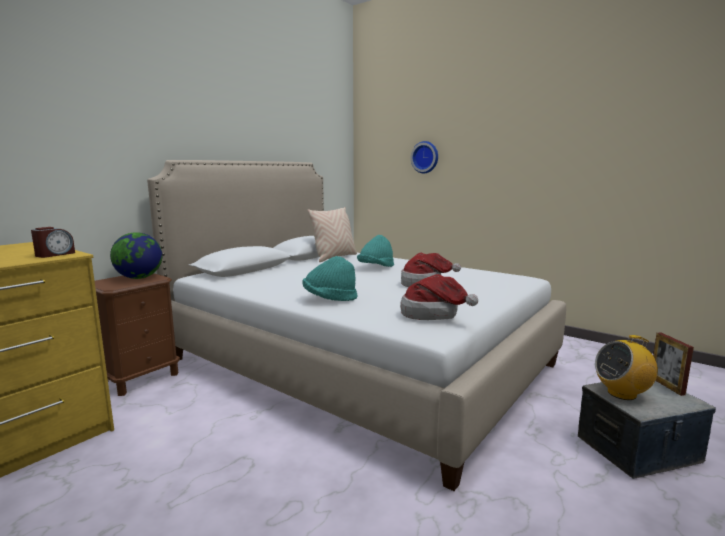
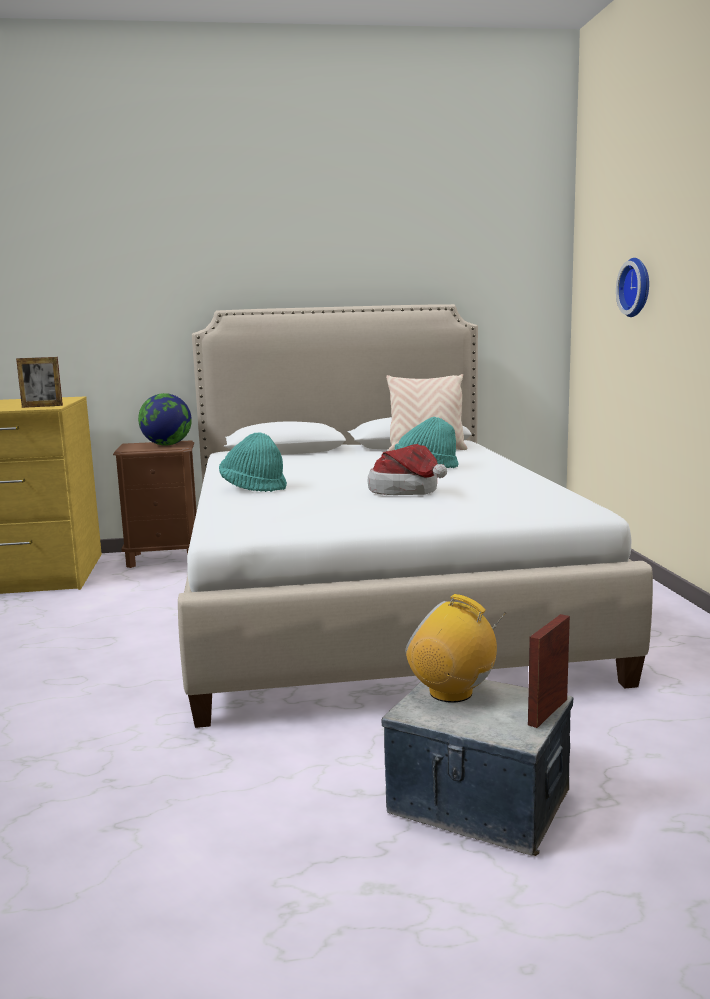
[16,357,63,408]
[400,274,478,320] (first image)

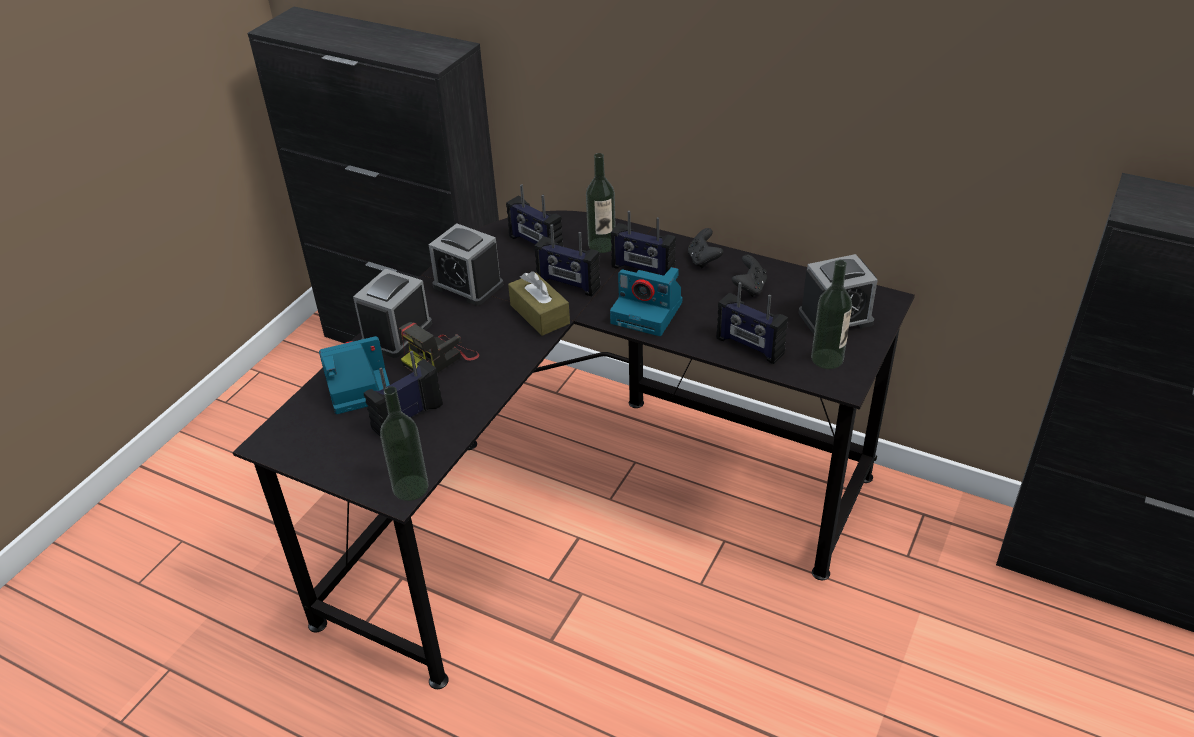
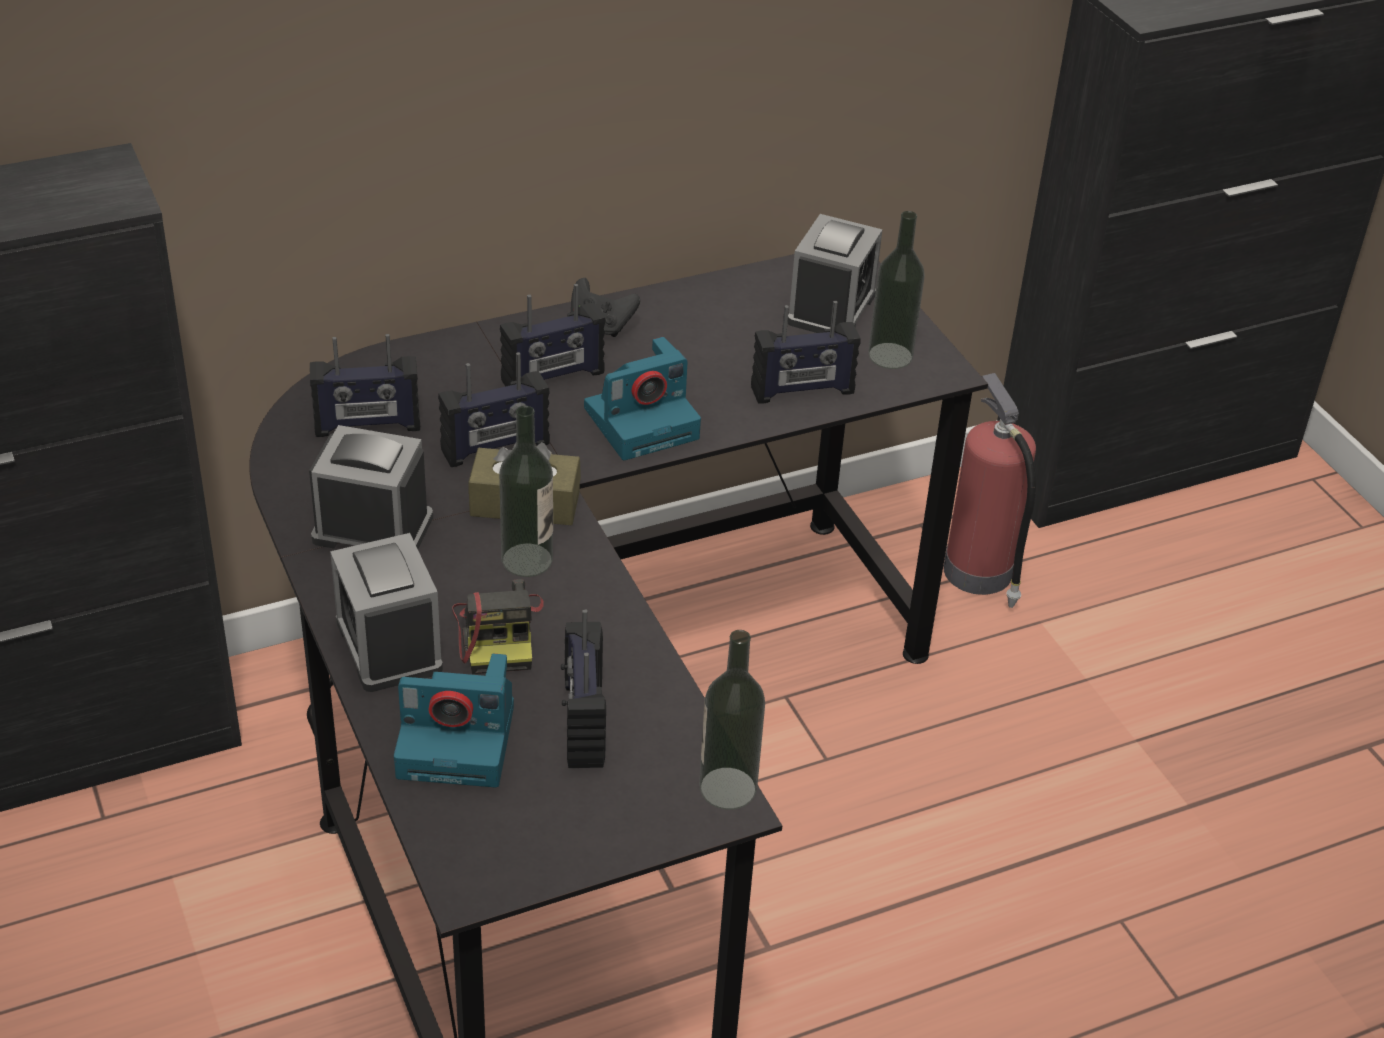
[499,406,553,577]
[309,425,433,549]
[732,255,767,297] (first image)
[394,654,514,787]
[943,373,1036,608]

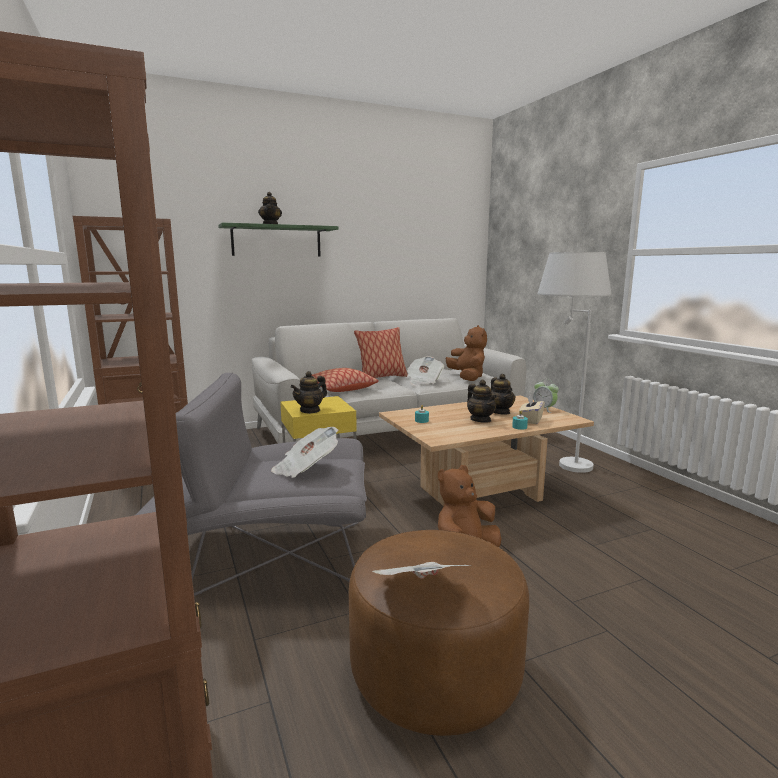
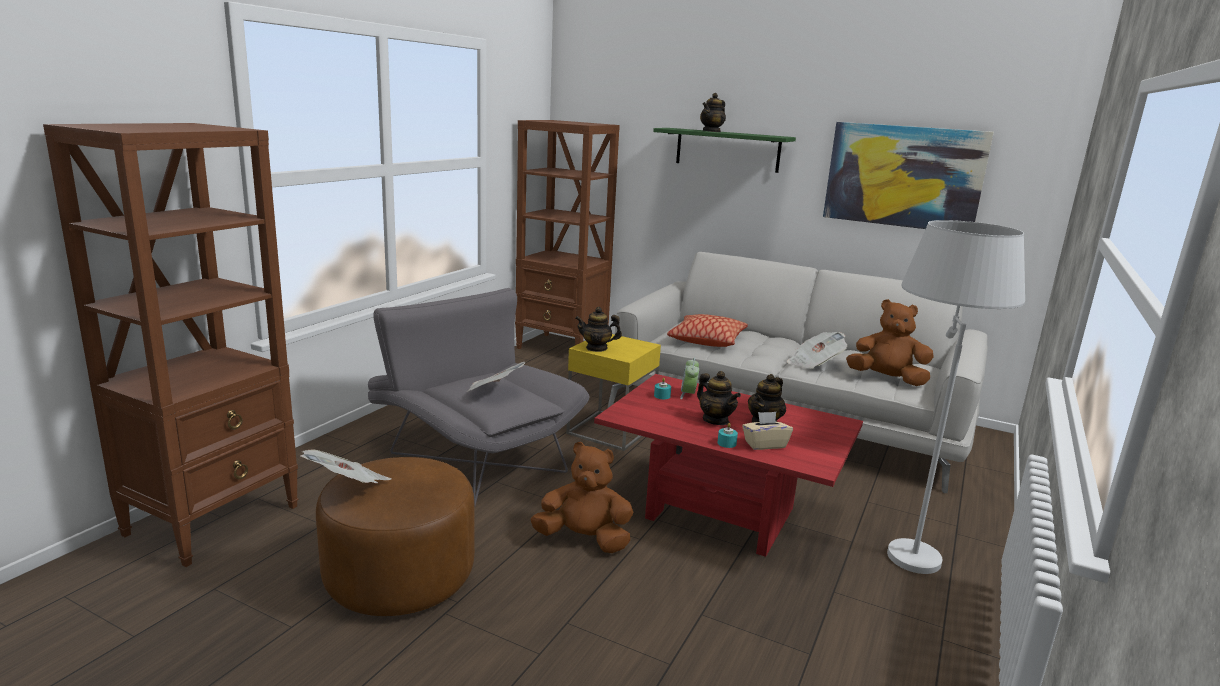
[846,299,934,386]
[354,327,408,378] (first image)
[680,357,699,399]
[697,371,741,425]
[594,374,863,557]
[823,122,994,229]

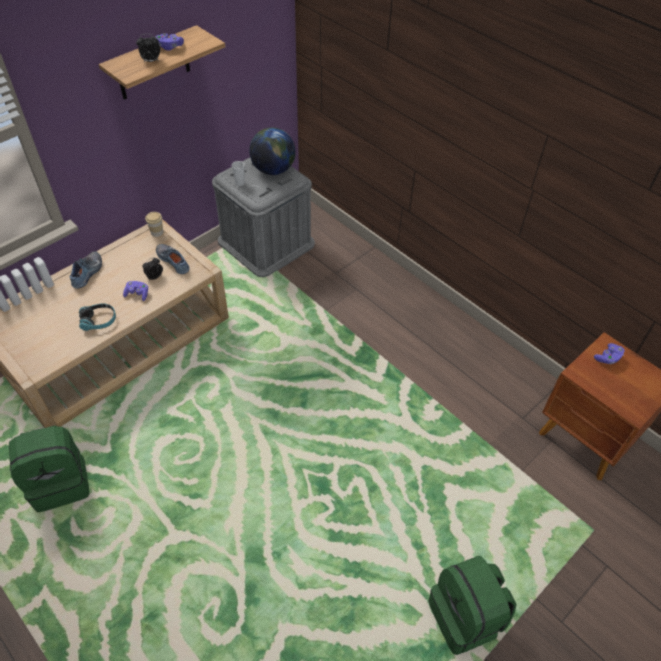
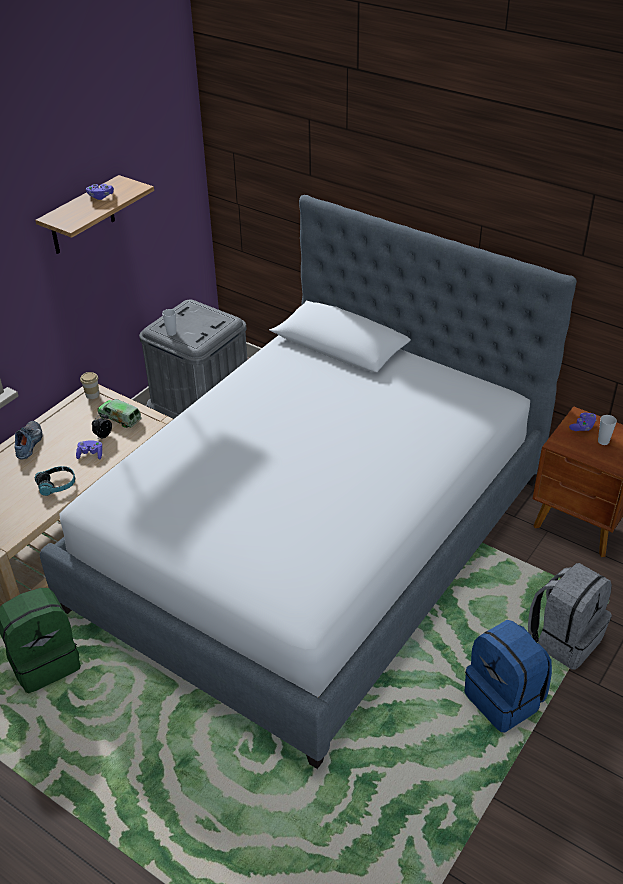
[136,34,160,62] (first image)
[249,128,296,175] (first image)
[97,399,142,428]
[464,620,552,732]
[40,195,577,769]
[598,415,617,445]
[528,563,612,670]

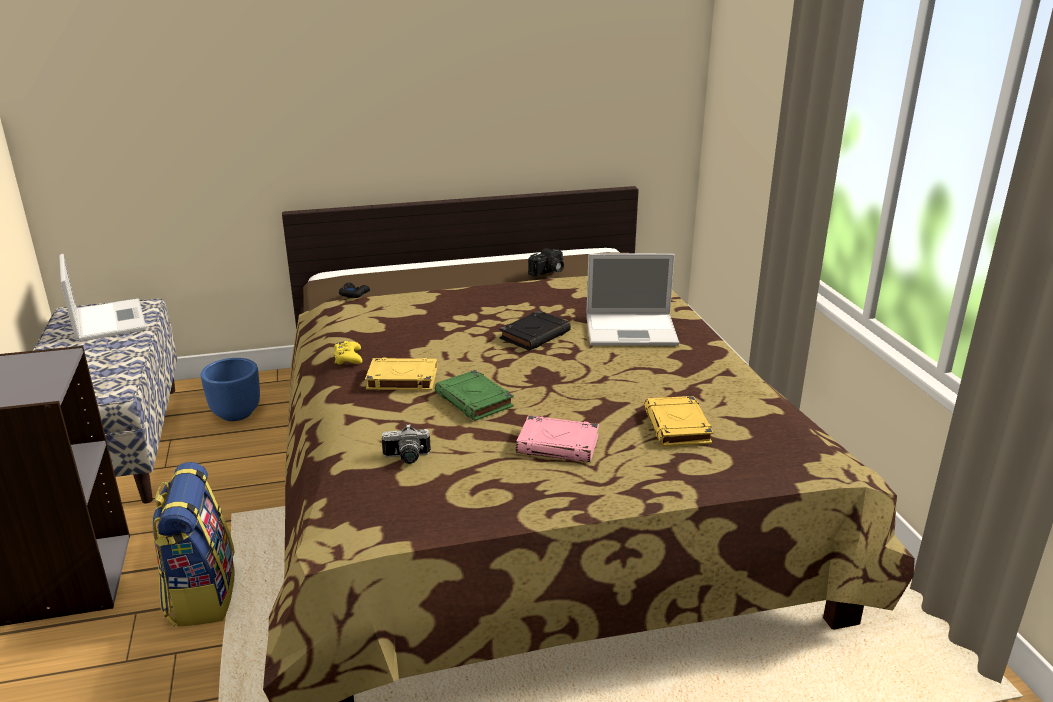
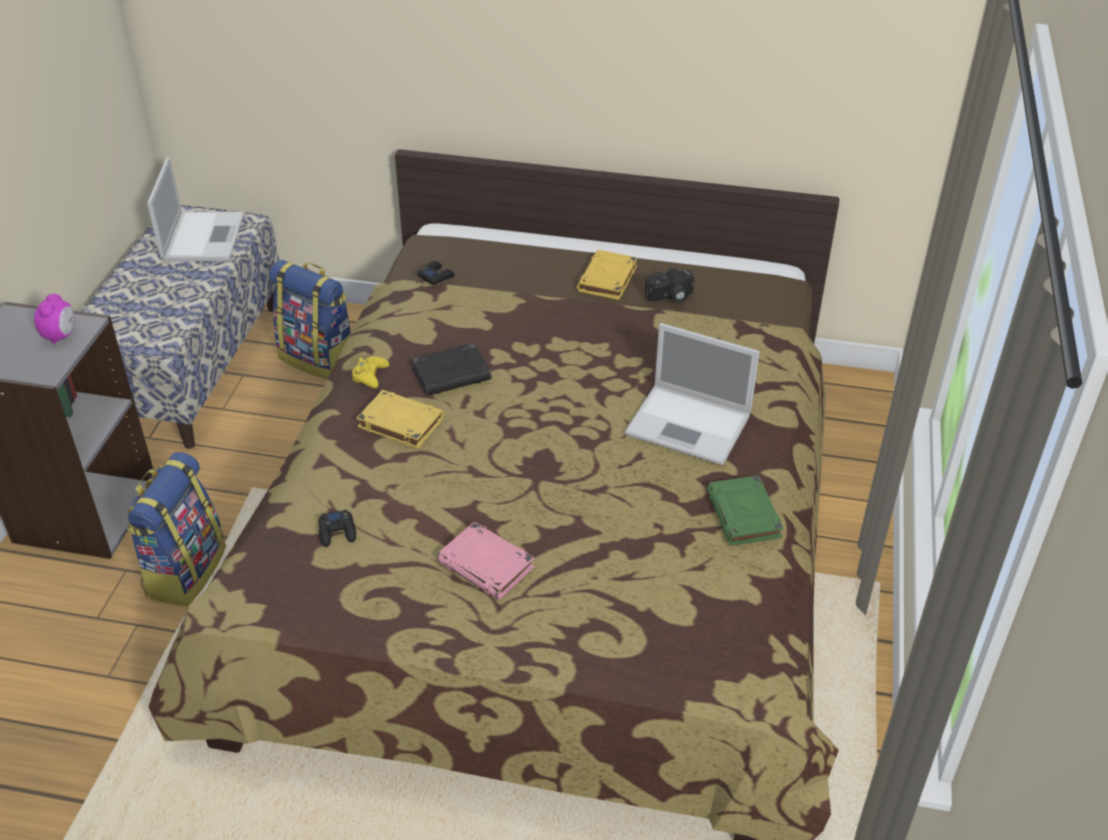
[411,343,492,396]
[269,260,351,380]
[706,475,784,546]
[577,250,637,300]
[319,510,356,547]
[34,294,75,344]

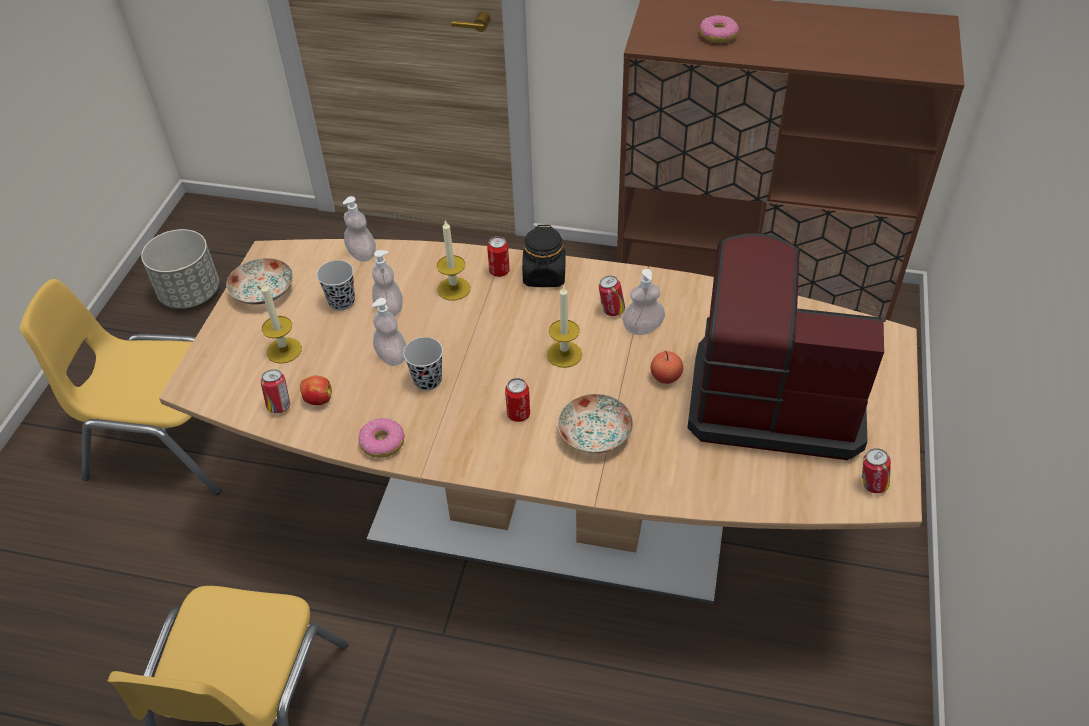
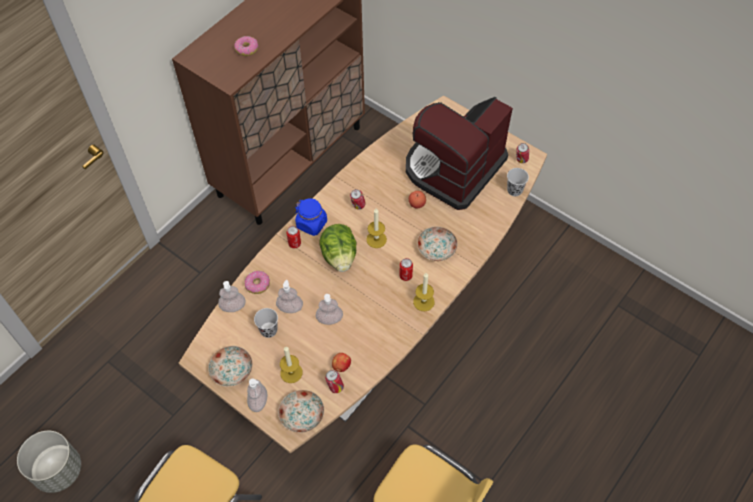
[413,273,434,311]
[295,198,327,236]
[247,379,267,412]
[507,168,529,196]
[245,271,270,294]
[319,224,357,272]
[278,390,324,433]

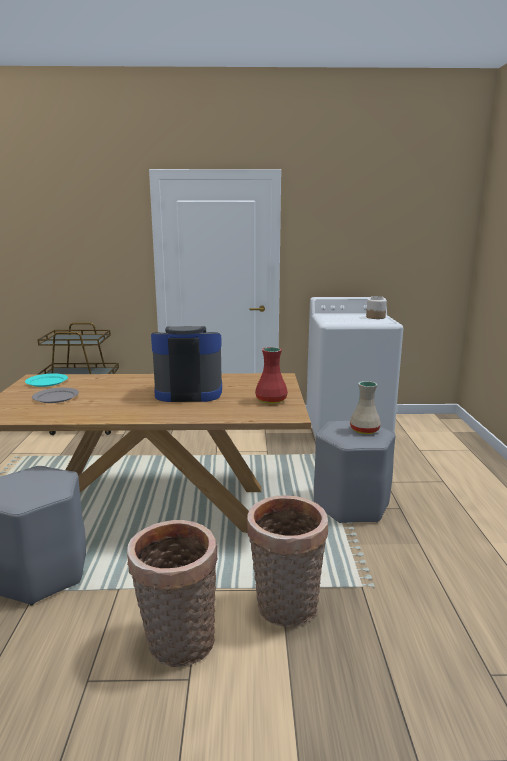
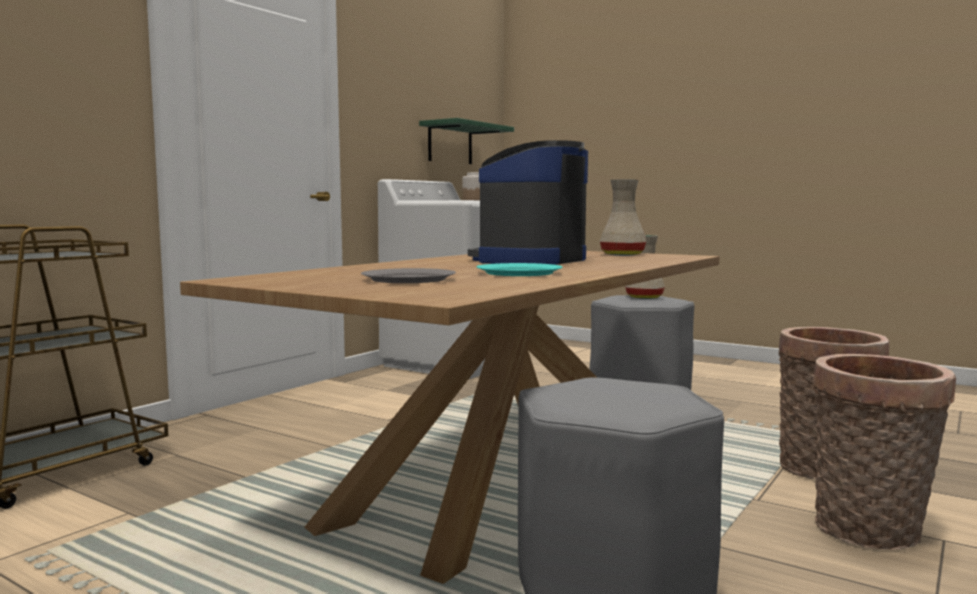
[600,179,646,256]
[477,263,563,276]
[419,118,514,164]

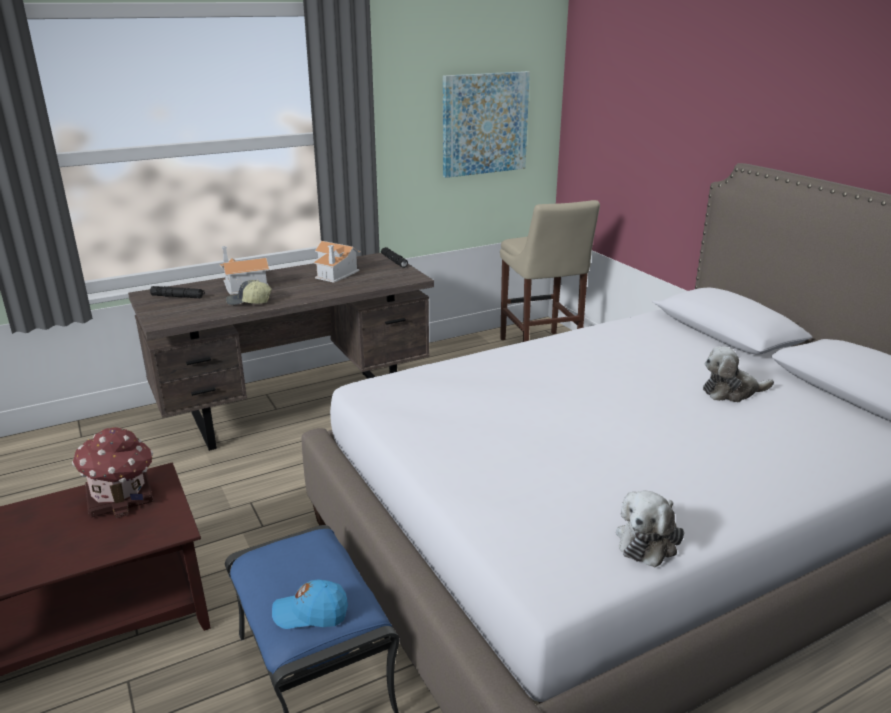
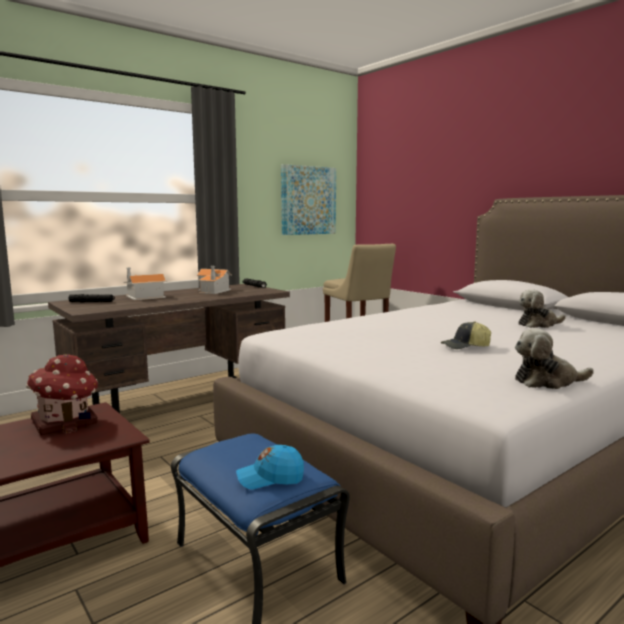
[441,321,491,349]
[515,328,594,389]

